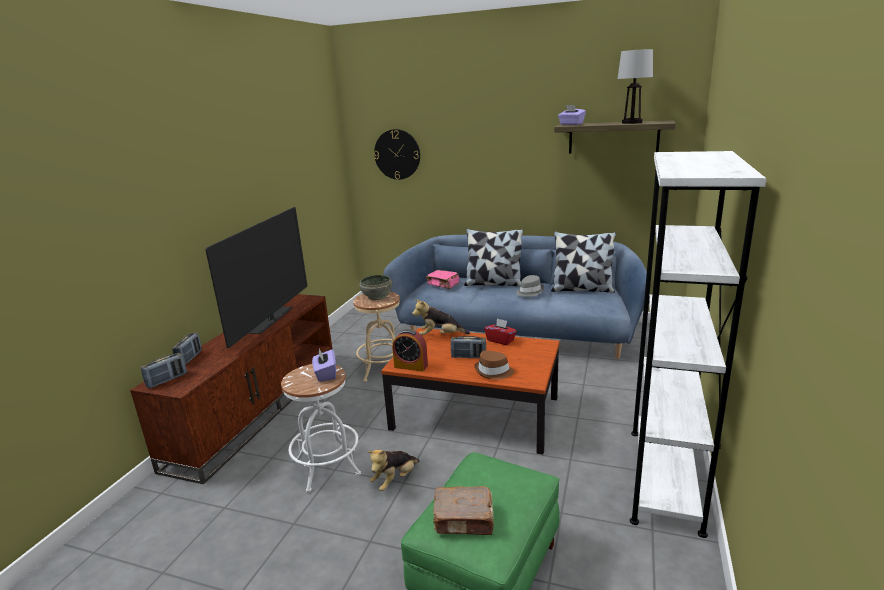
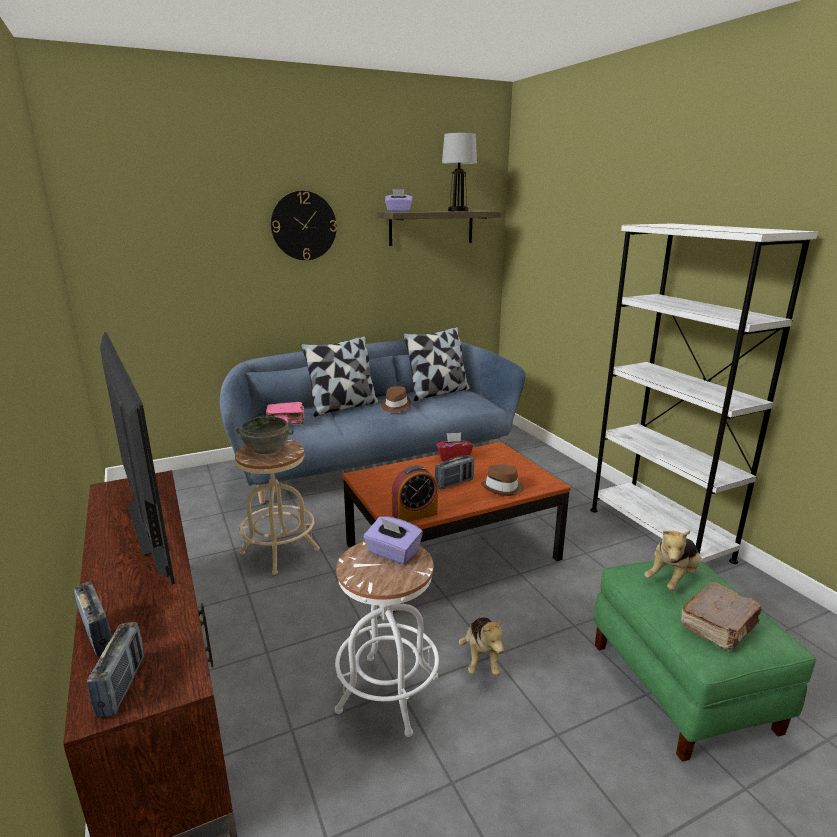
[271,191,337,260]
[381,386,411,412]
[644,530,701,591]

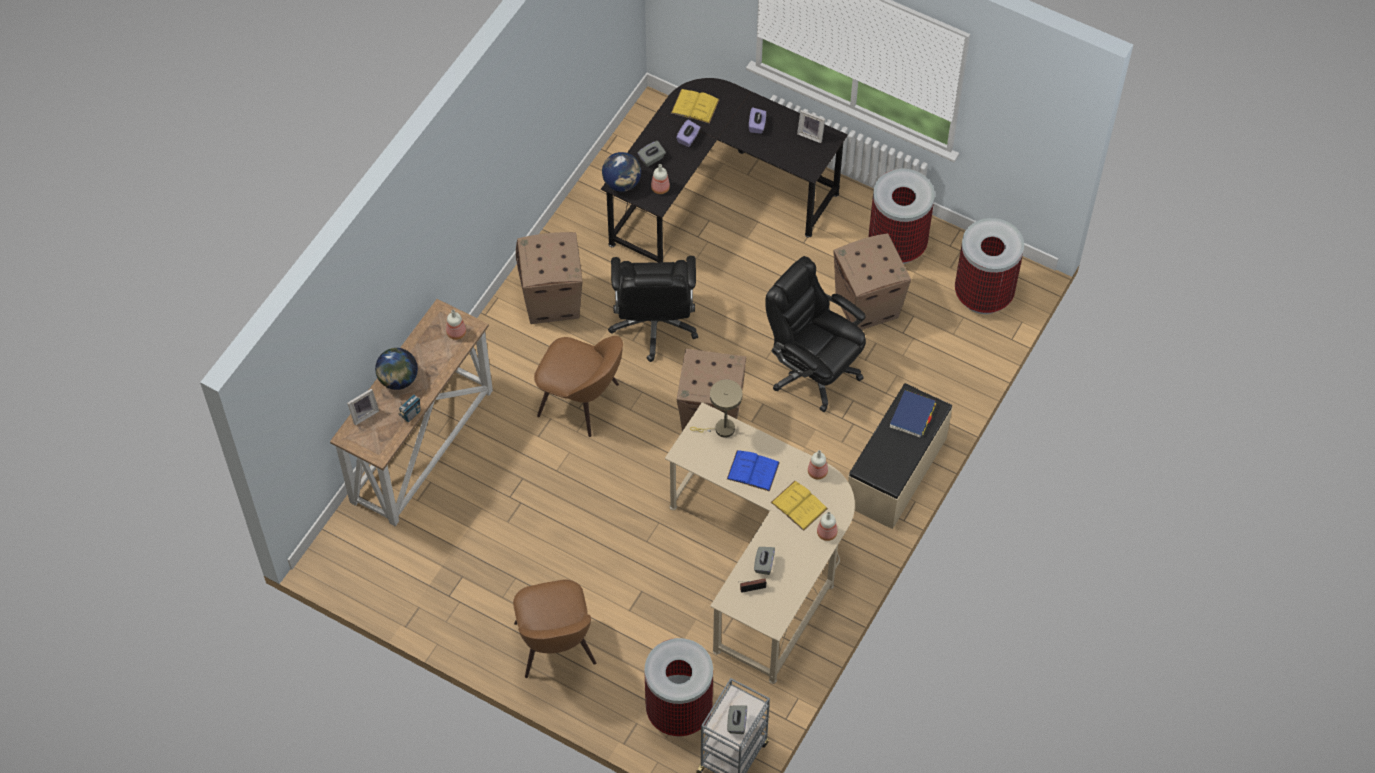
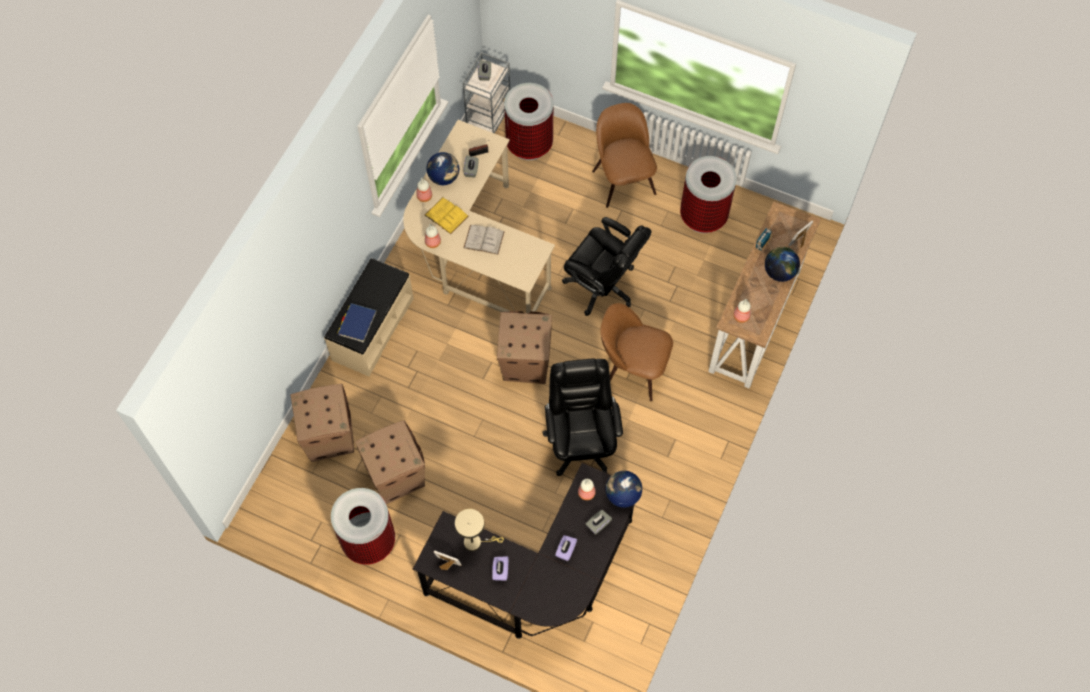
[671,89,720,124] (first image)
[680,156,737,233]
[290,384,354,462]
[562,217,652,316]
[455,509,504,551]
[464,225,505,255]
[426,152,459,185]

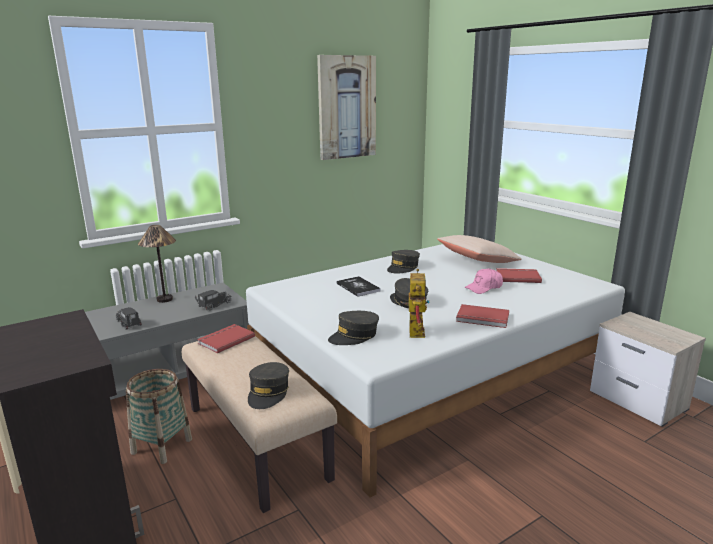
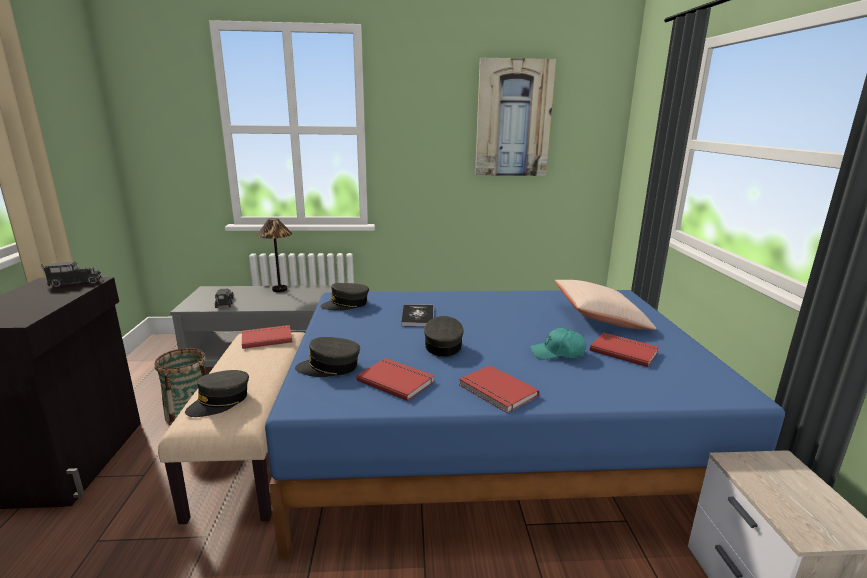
[265,290,785,559]
[320,283,369,311]
[530,328,586,359]
[357,358,435,401]
[41,262,102,287]

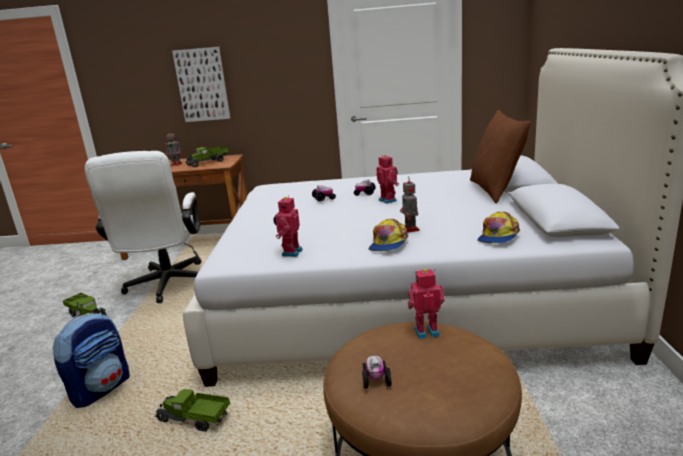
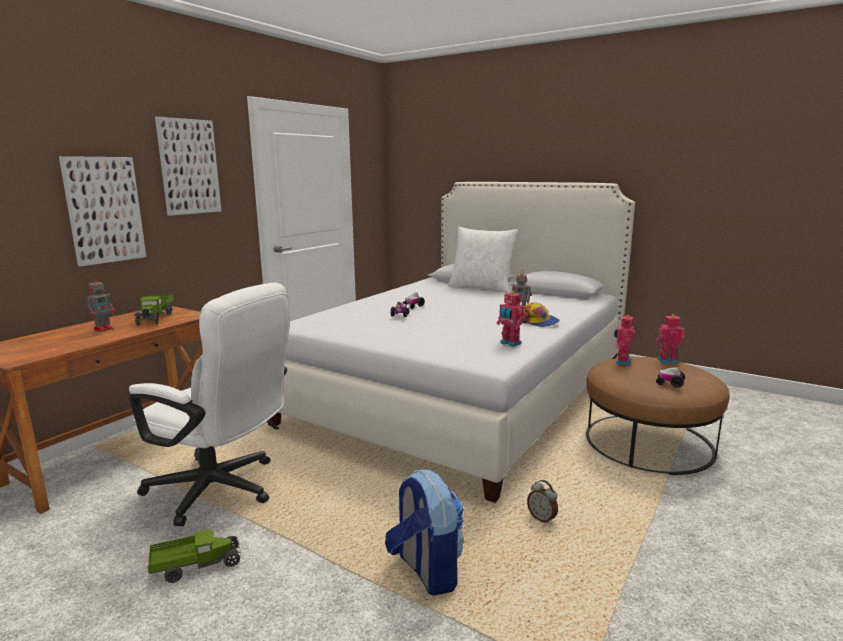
[448,227,518,293]
[656,314,685,364]
[477,211,520,243] (first image)
[527,480,558,523]
[155,117,221,216]

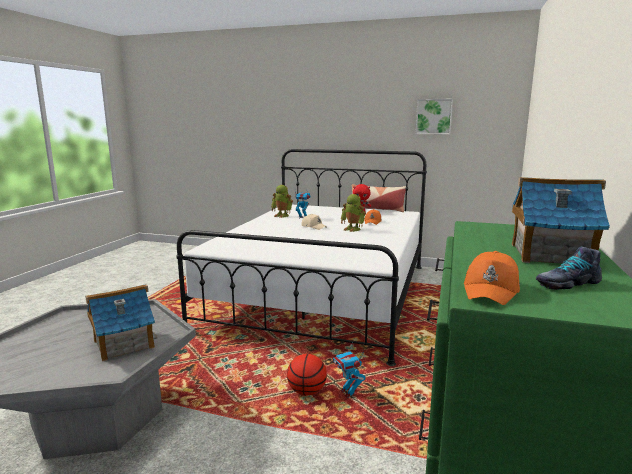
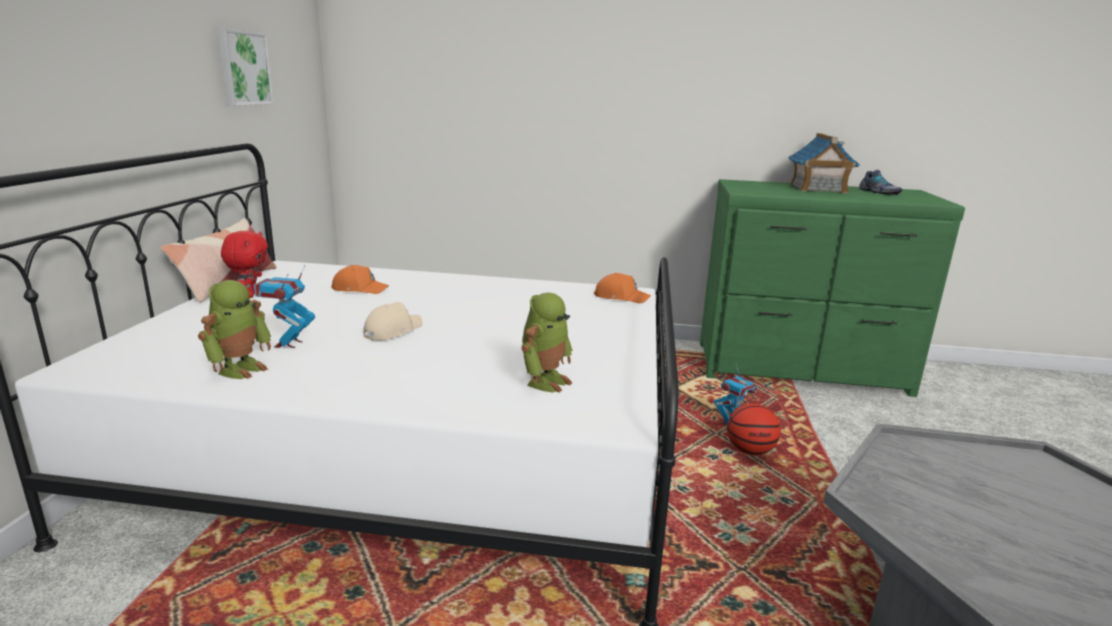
[521,292,573,393]
[594,273,651,303]
[85,284,157,362] (first image)

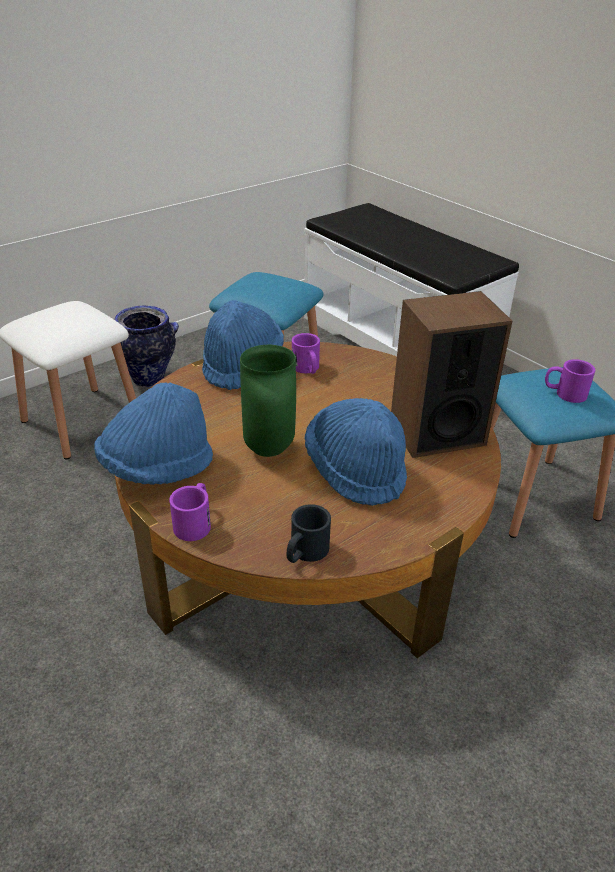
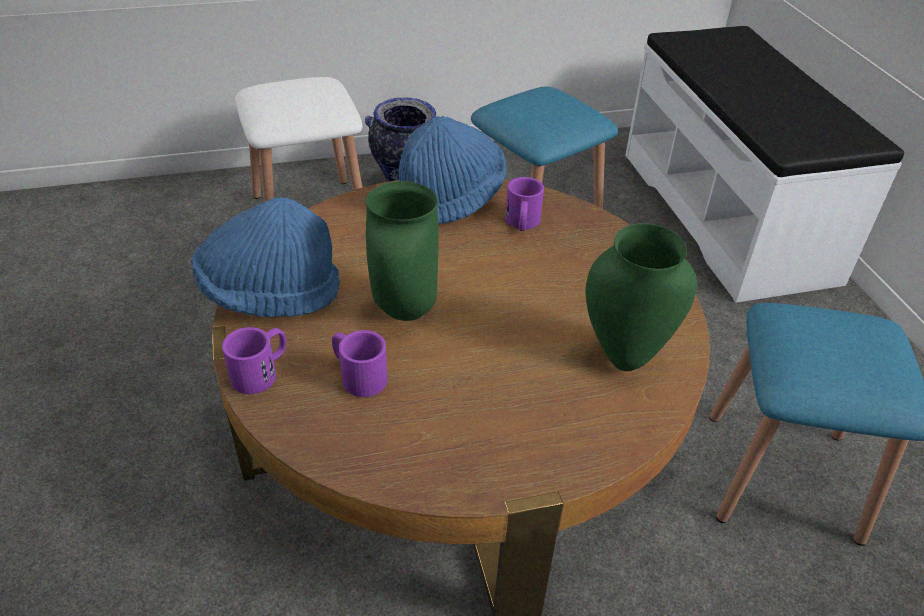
[585,223,697,371]
[332,330,388,397]
[305,398,407,506] (first image)
[287,504,331,563] (first image)

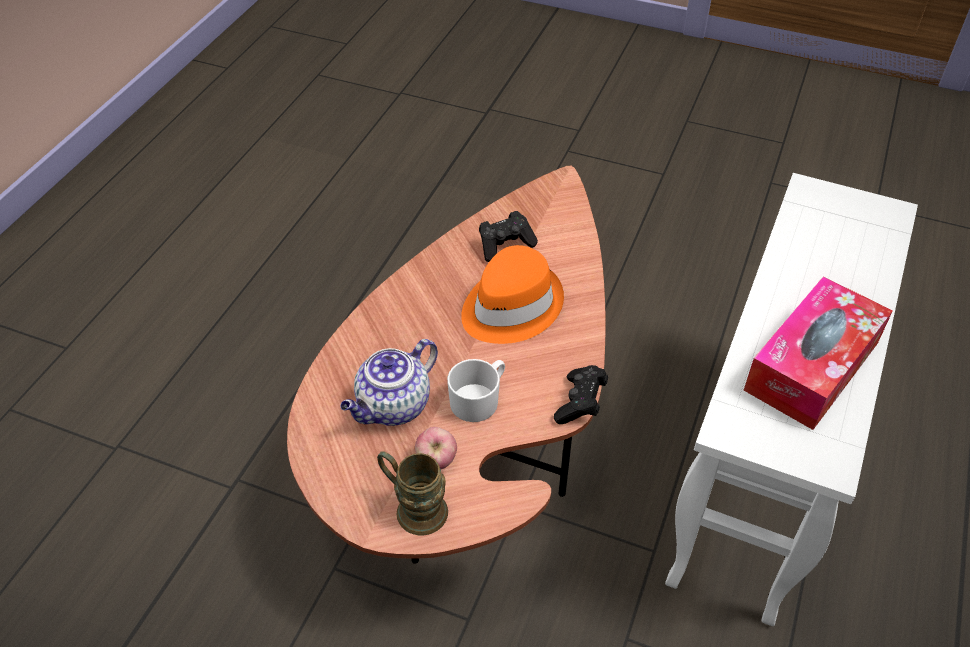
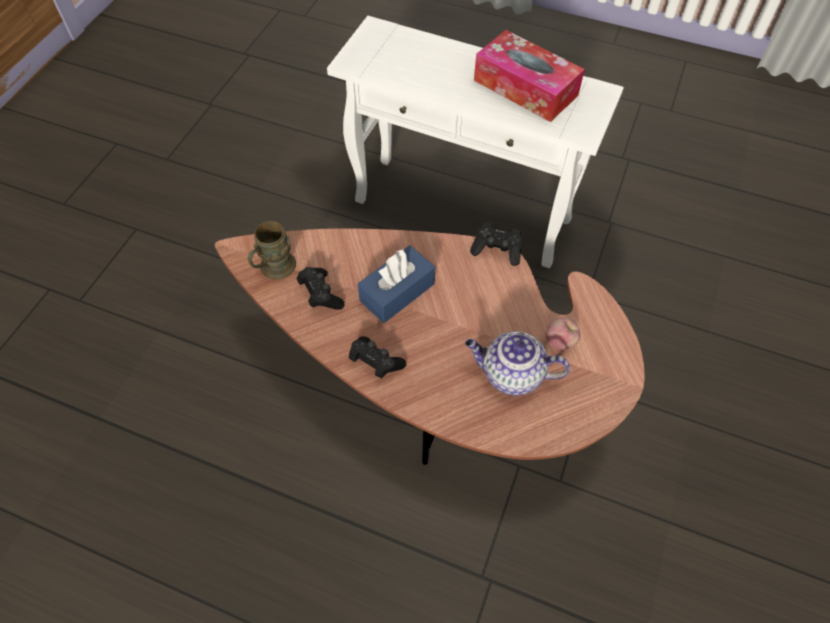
[358,245,435,323]
[465,331,570,396]
[447,359,505,422] (first image)
[248,221,296,279]
[349,336,406,379]

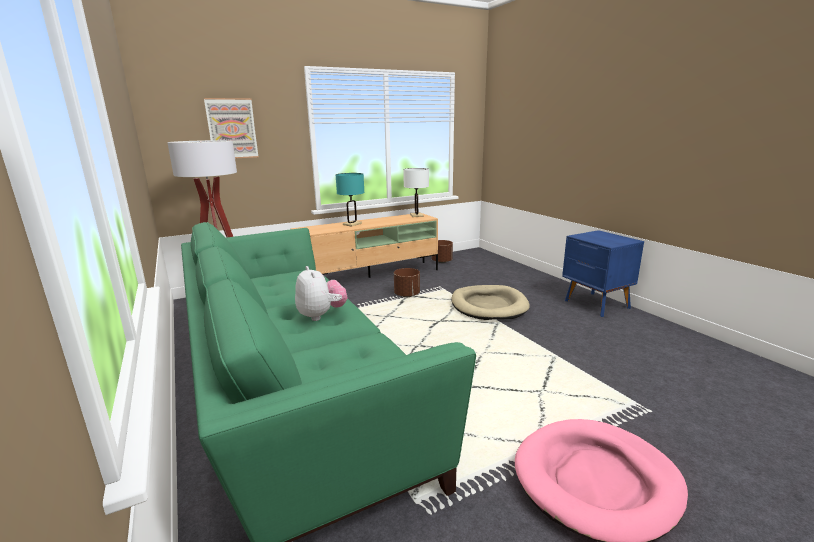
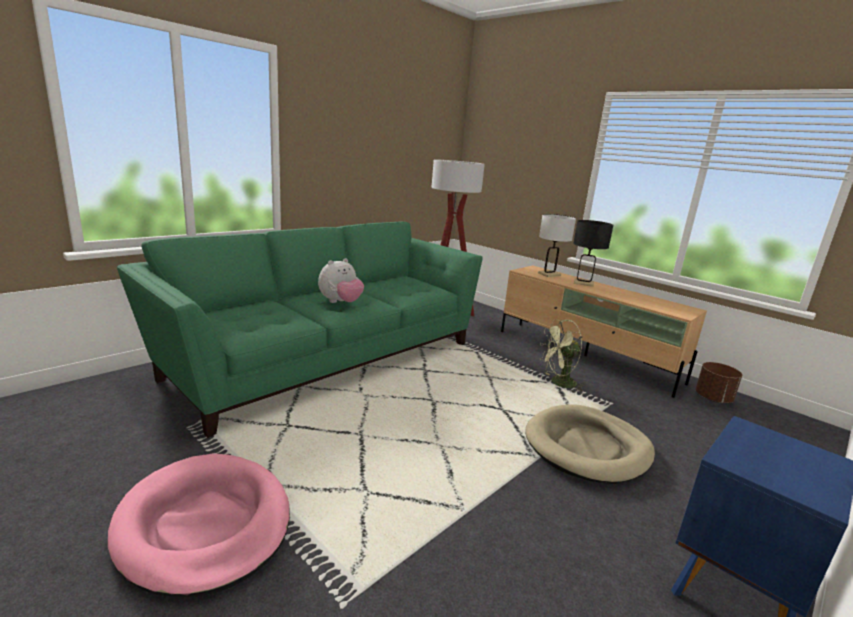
[204,98,259,158] (first image)
[538,214,576,277]
[573,220,613,287]
[540,319,584,393]

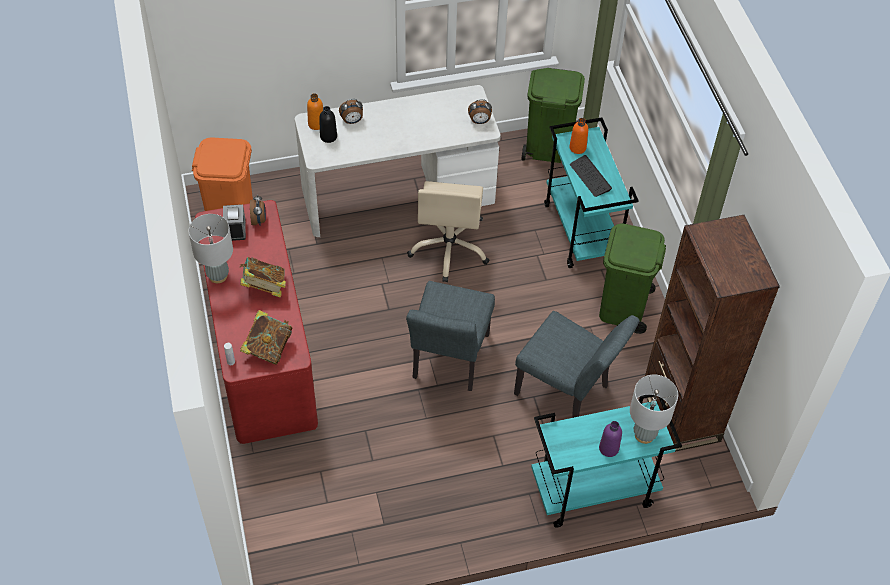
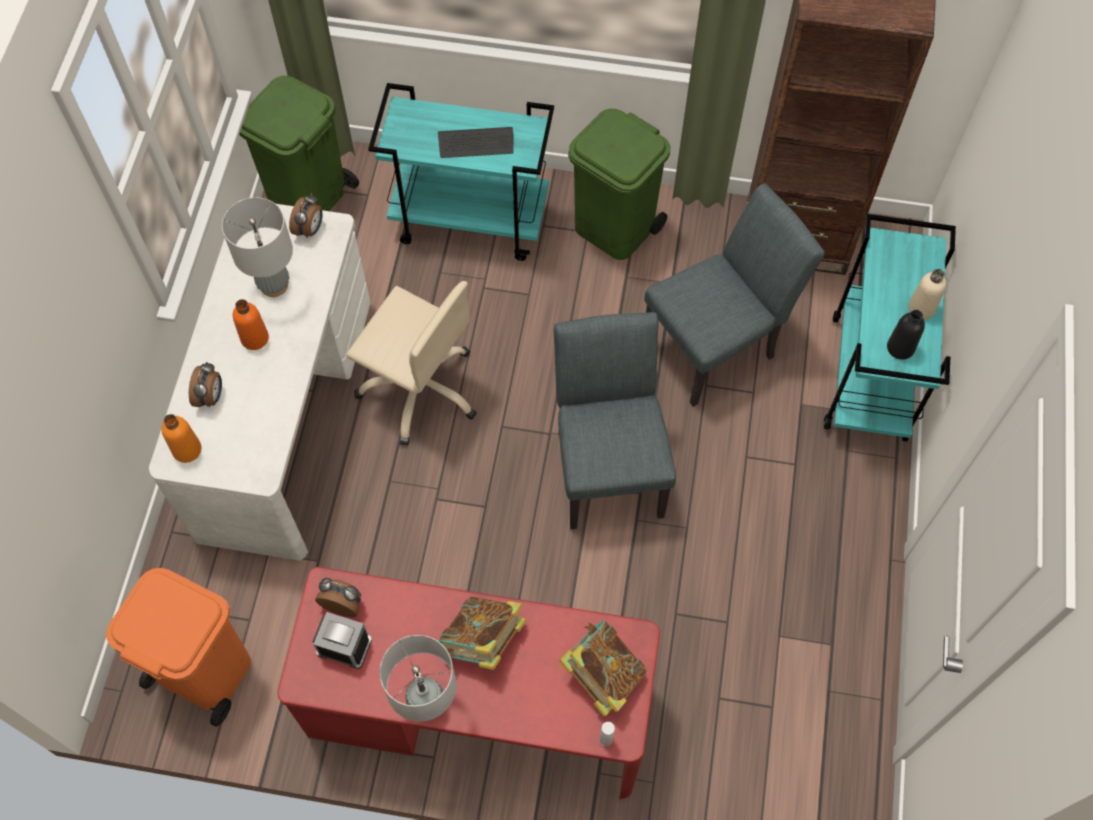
[887,310,925,360]
[233,299,269,350]
[554,312,676,529]
[222,197,293,297]
[908,269,946,319]

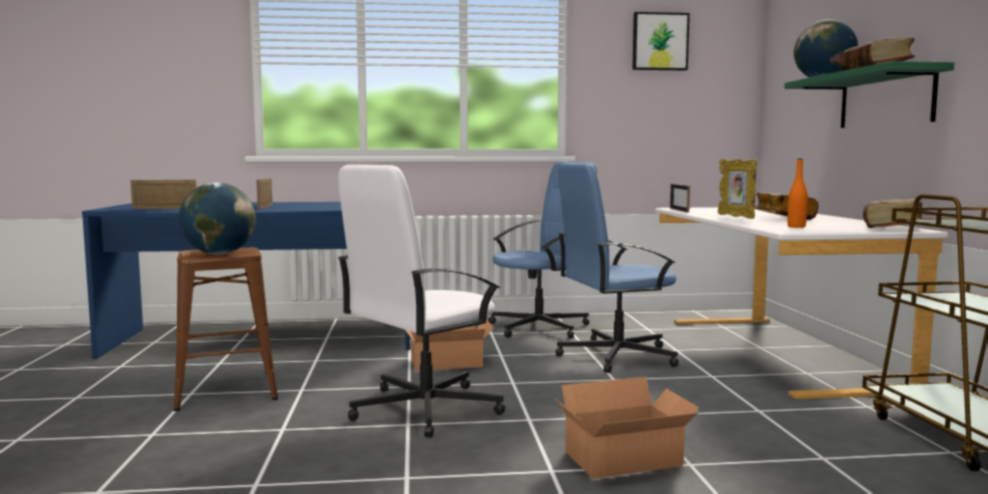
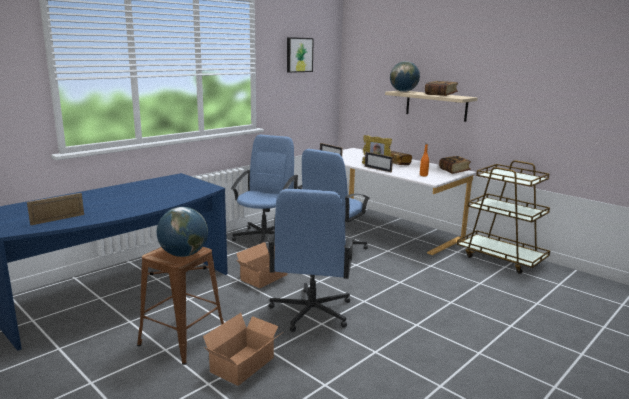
[385,91,478,122]
[268,189,355,332]
[365,152,393,172]
[203,313,282,386]

